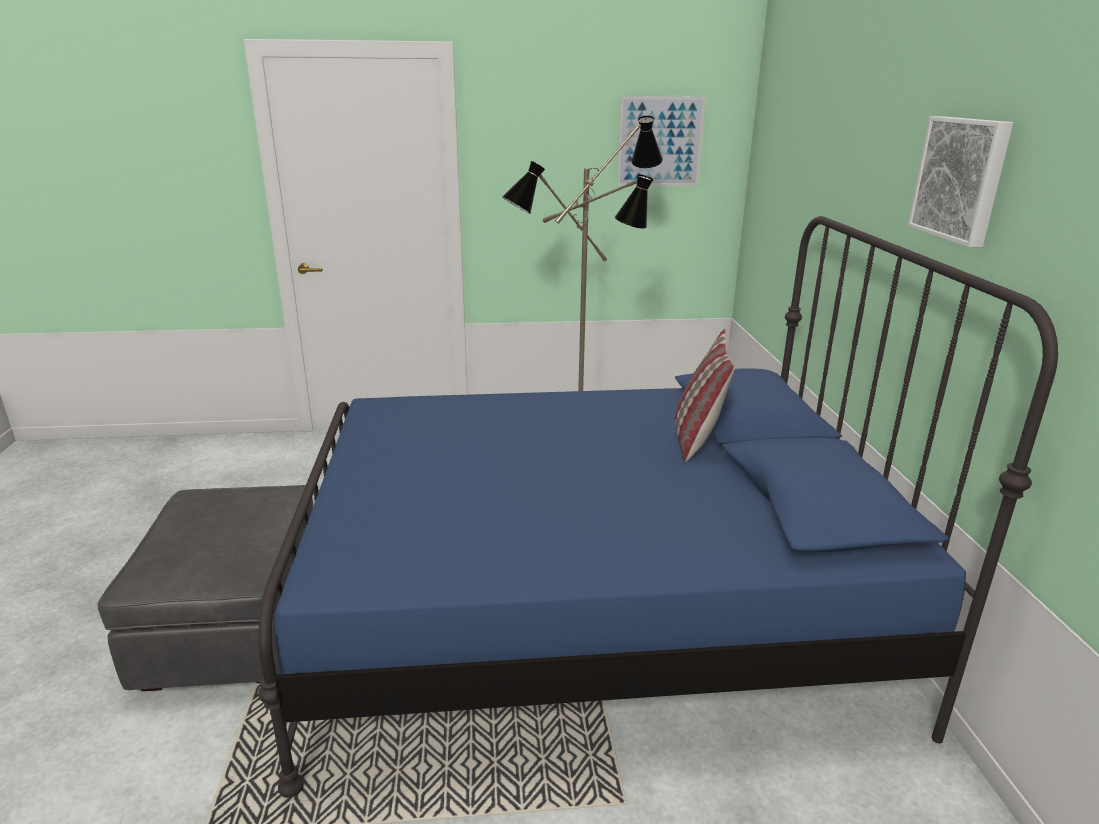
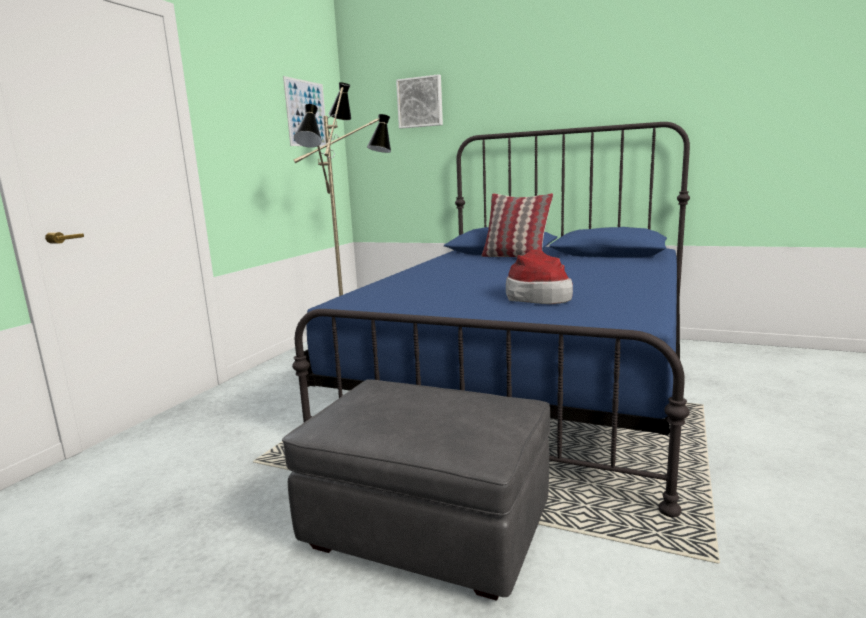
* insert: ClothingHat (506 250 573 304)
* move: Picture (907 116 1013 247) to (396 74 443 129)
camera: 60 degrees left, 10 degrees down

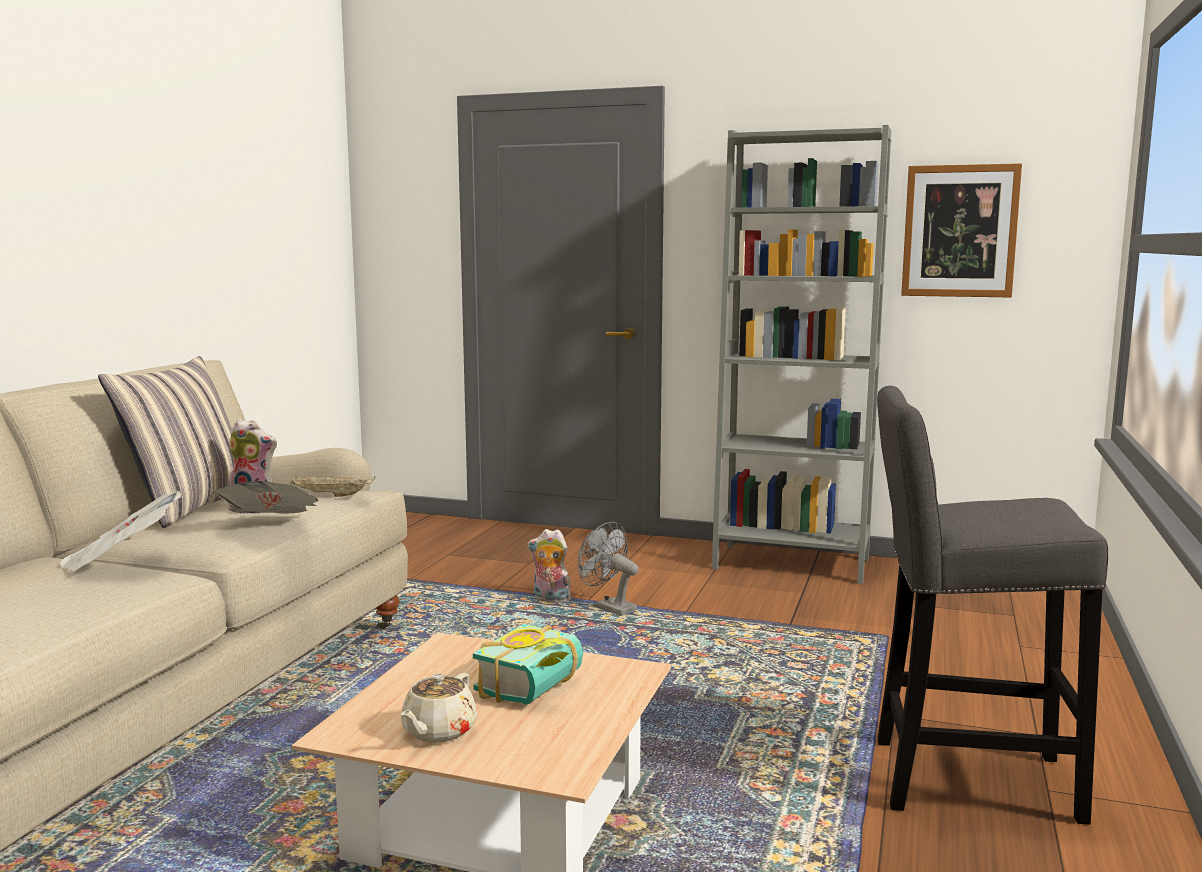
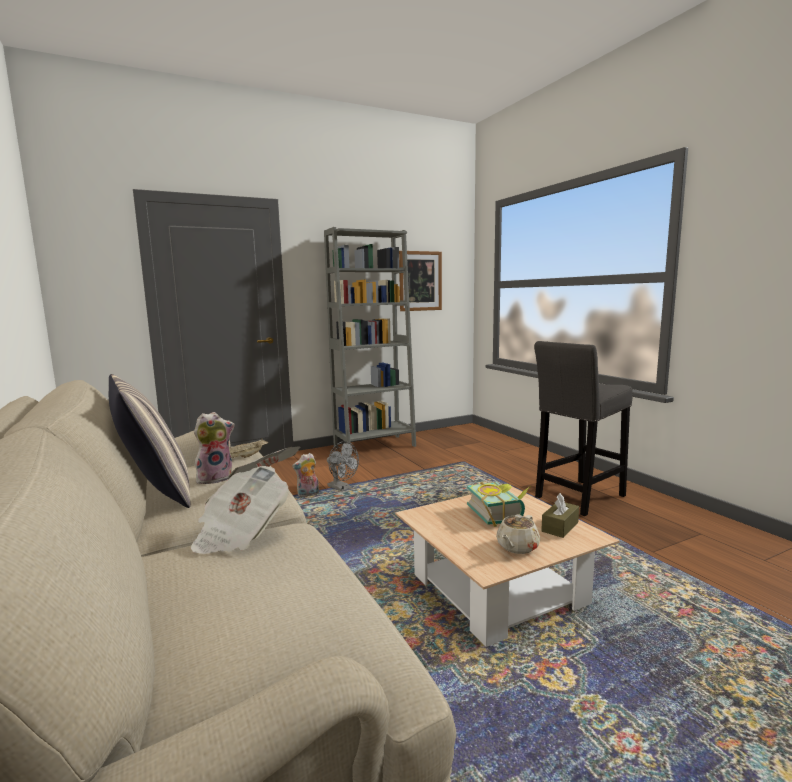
* insert: BrownTissueHolder (541 493 579 538)
* rotate: SandColouredTeaPot (401 673 477 743) = (496 515 540 554) 60 degrees clockwise
* rotate: GreyCoolingFan (578 522 639 616) = (327 441 359 492) 135 degrees counterclockwise
camera: 45 degrees left, 0 degrees up

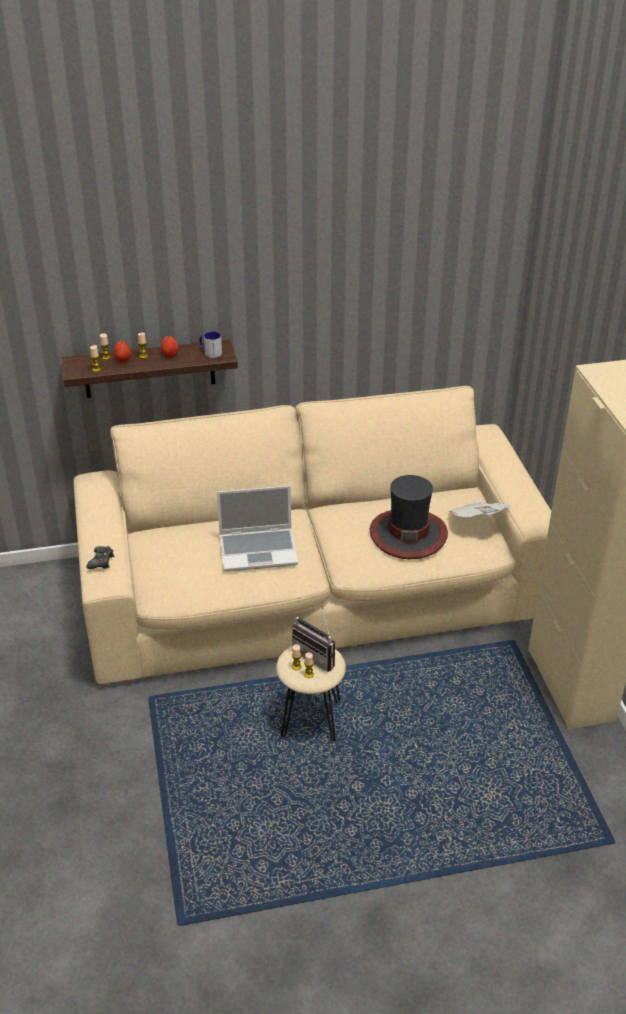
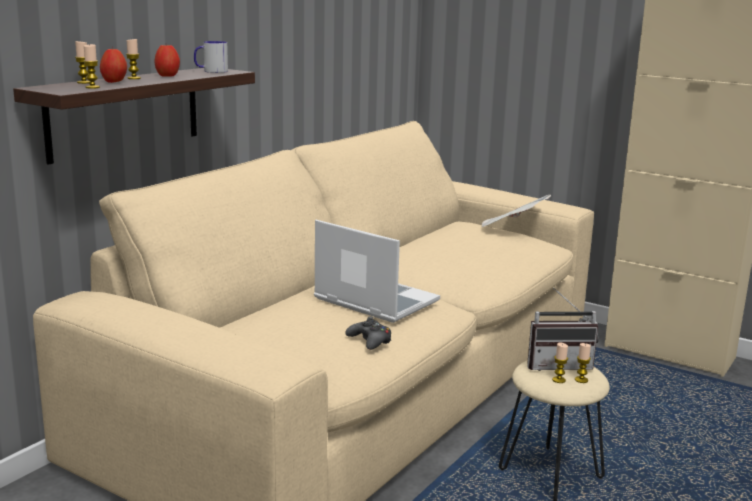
* delete: ClothingHat (369 475 448 559)
* move: BlackColouredGameController (86 546 115 569) to (345 317 391 350)
* rotate: PortableComputer (217 486 298 572) = (314 220 440 323) 90 degrees counterclockwise
camera: 45 degrees left, 20 degrees down

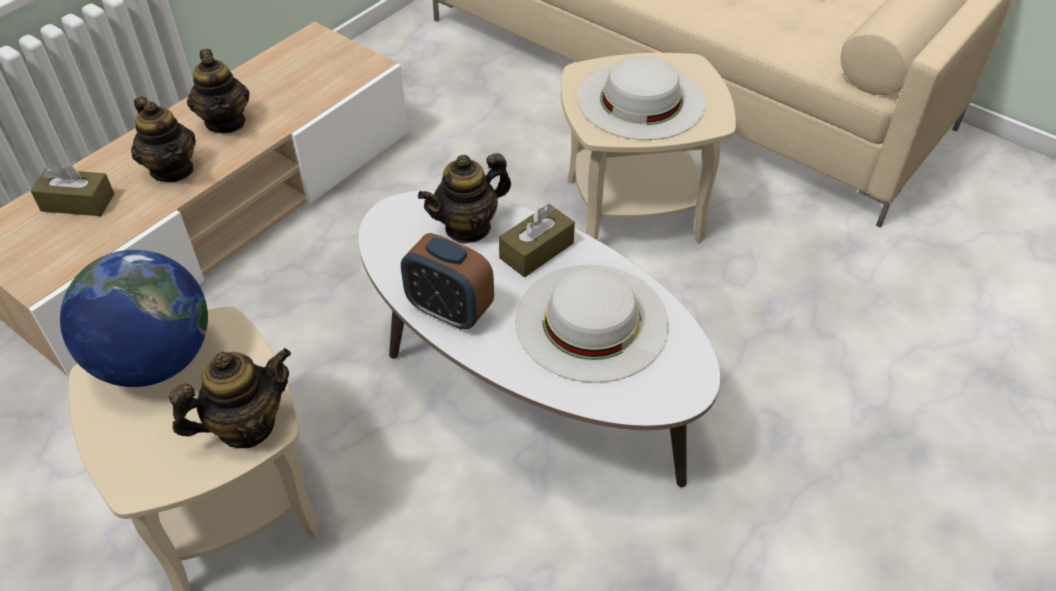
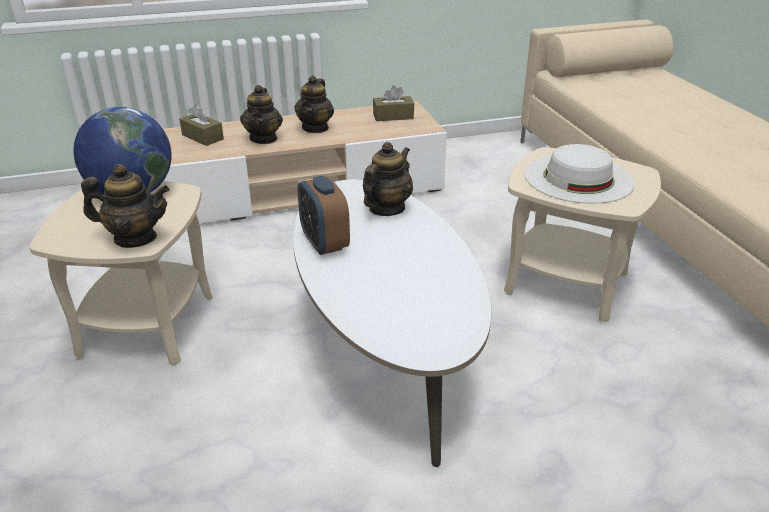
* delete: WhiteClothingHat (515 265 669 383)
* move: BrownTissueHolder (499 204 575 277) to (373 85 414 121)
* rotate: TeaPot (418 153 511 244) = (363 142 413 216) 120 degrees clockwise
camera: 35 degrees right, 15 degrees down

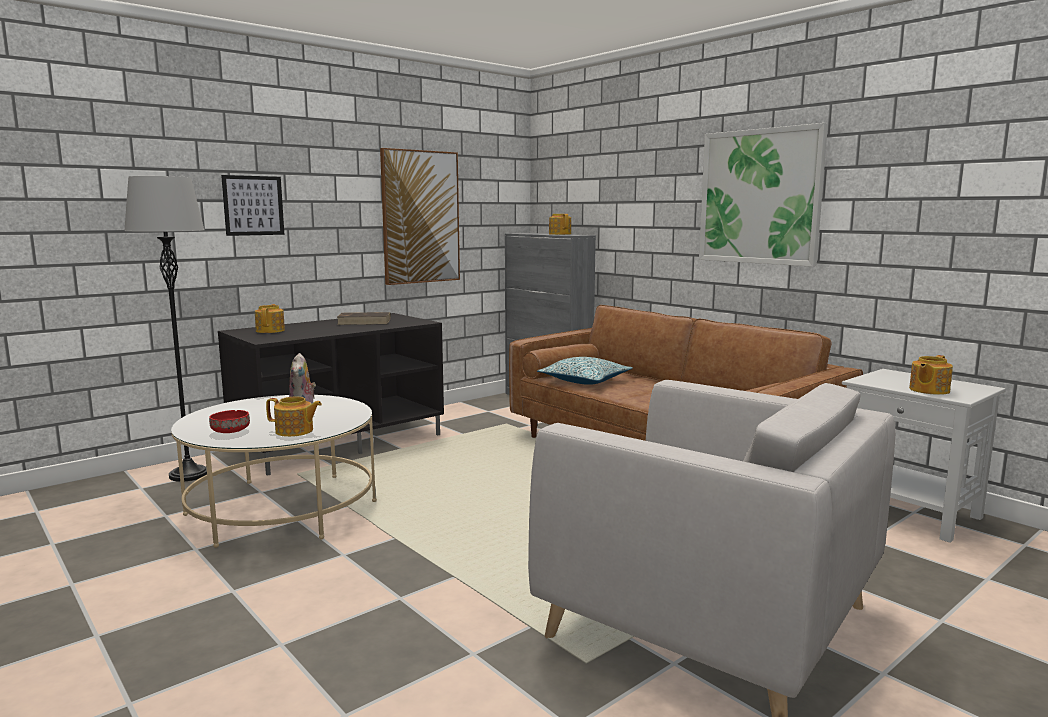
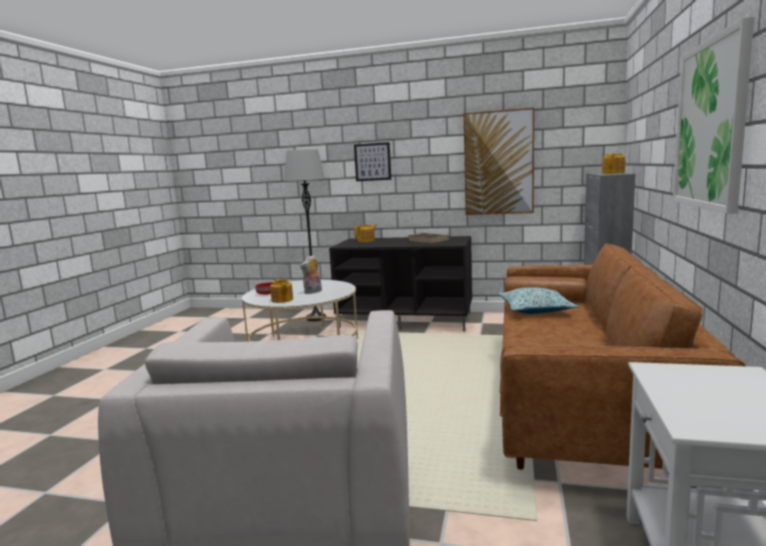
* delete: TeaPot (909 355 953 395)
camera: 55 degrees right, 0 degrees up

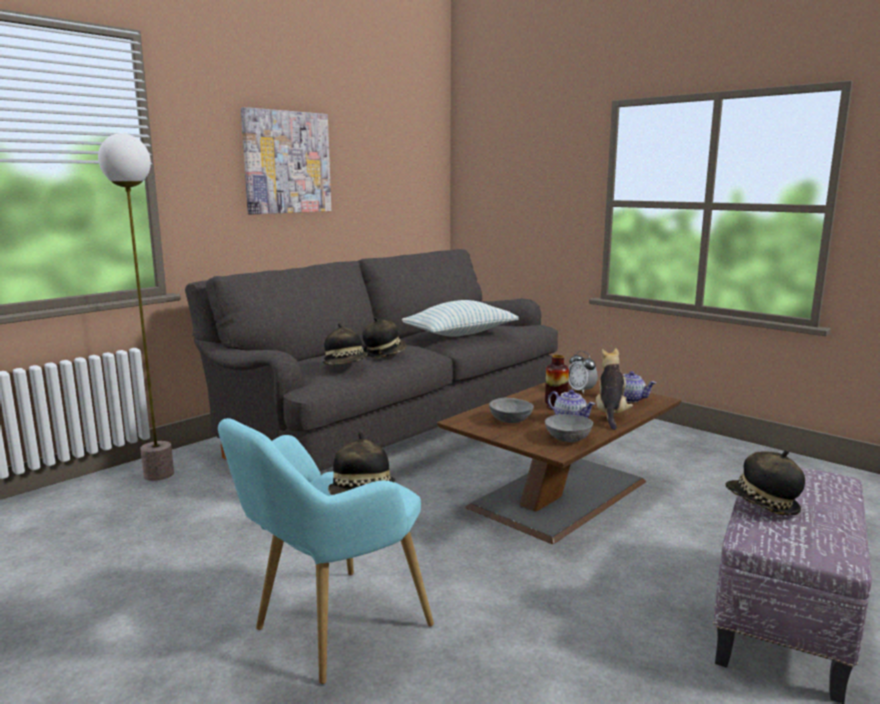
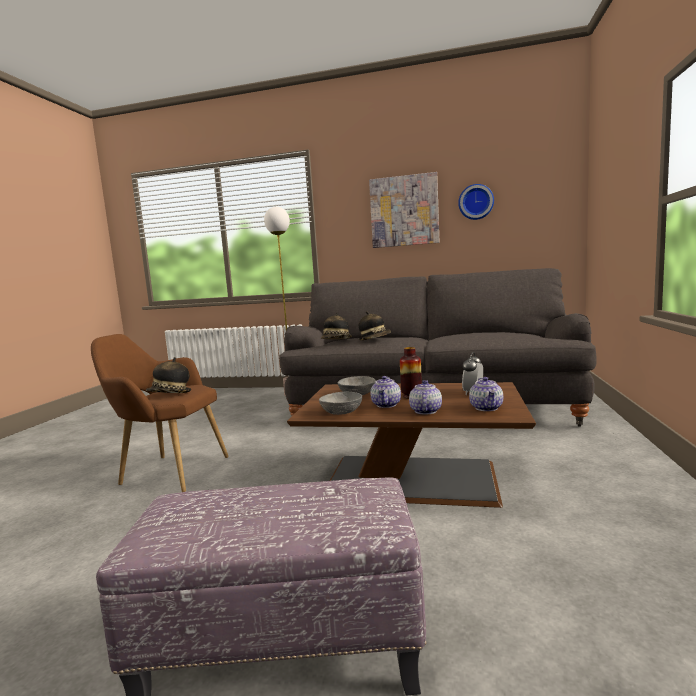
* delete: ThrowPillow (402 300 519 337)
* delete: ClothingHat (726 450 805 515)
* insert: HangingClock (458 184 494 220)
* replace: CuddlyToy (596 348 633 430) to TeaPot (409 380 442 415)
* recolor: BlueGreenEasyChair (218 418 434 684) to BrownEasyChair (91 334 229 492)
camera: 60 degrees right, 5 degrees down

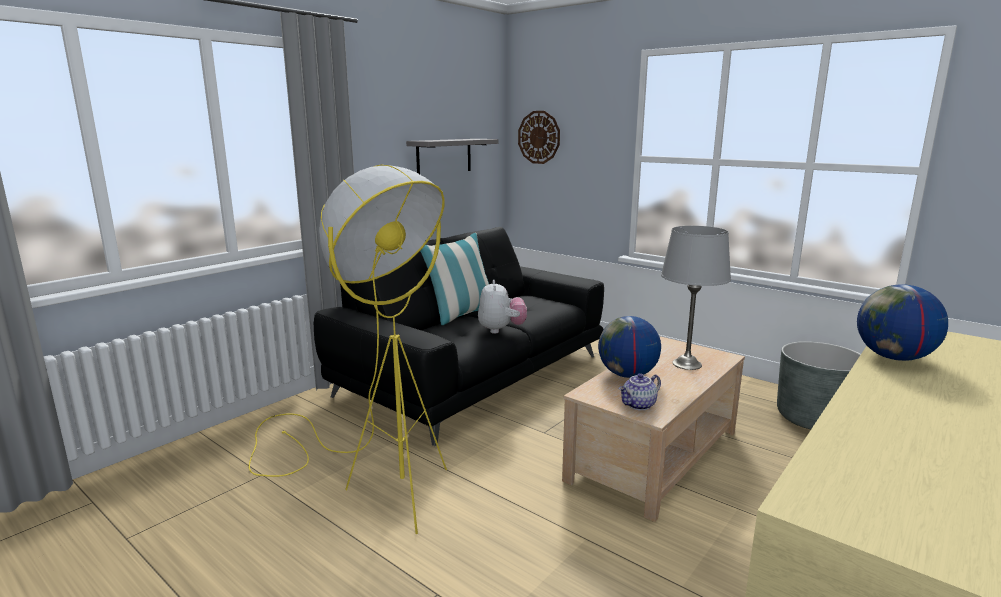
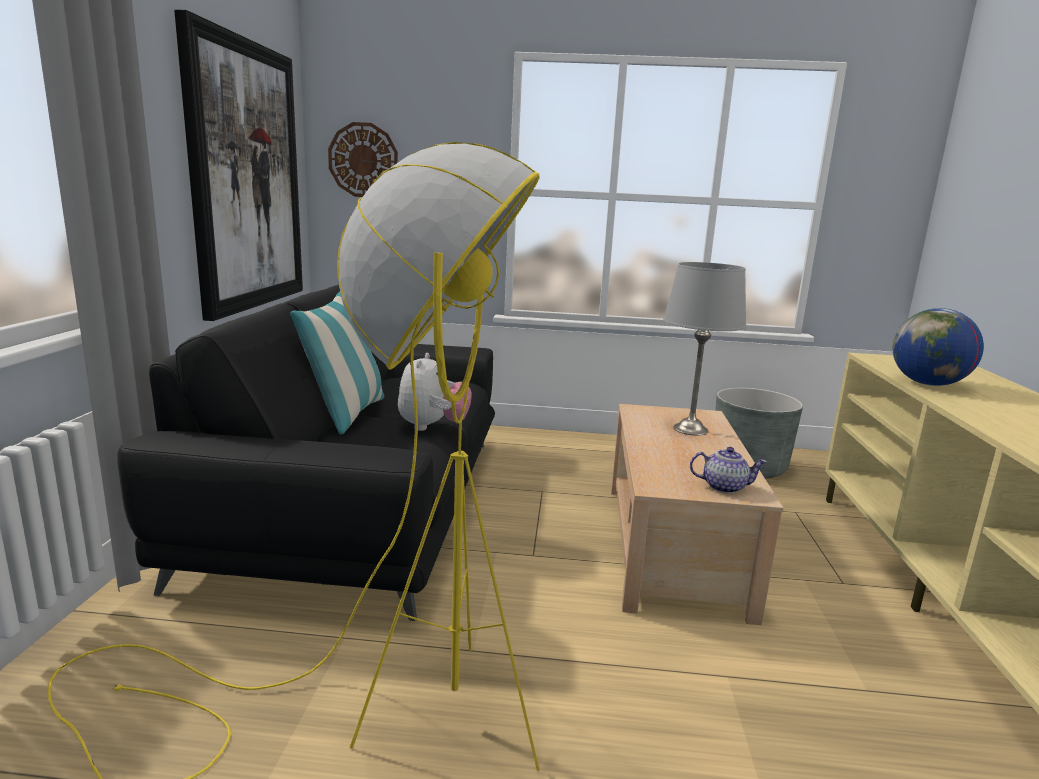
* delete: DeskGlobe (598 316 661 378)
* replace: GreyBracketShelf (406 139 498 174) to Picture (174 10 303 321)
* rotate: CuddlyToy (478 280 527 334) = (398 353 472 431) 45 degrees clockwise
* rotate: TeaPot (618 373 661 410) = (690 447 767 494) 105 degrees counterclockwise
camera: 35 degrees left, 0 degrees up

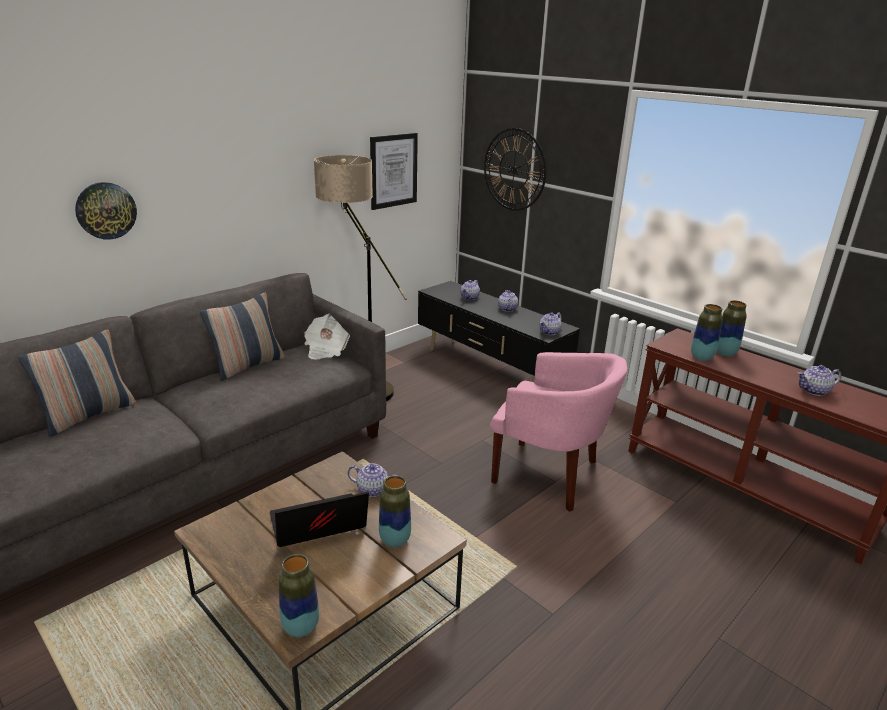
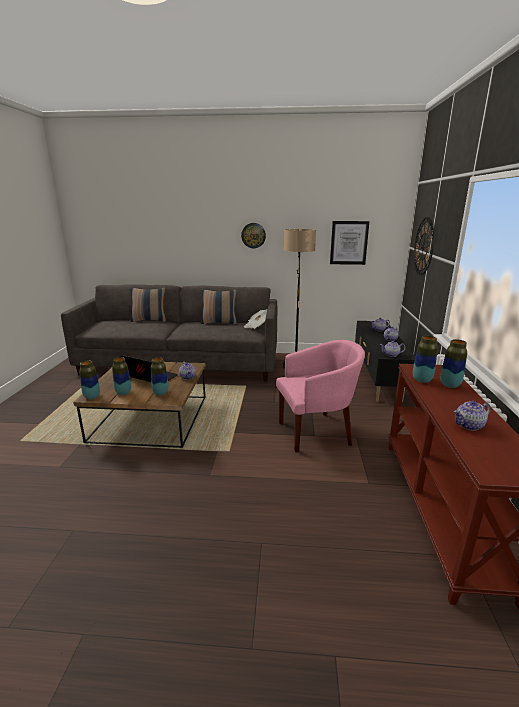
* insert: Vase (112 357 131 395)
* move: HangingClock (75 182 137 240) to (241 223 266 248)
* rotate: PinkishEasyChair (490 352 627 512) = (276 340 365 452) 90 degrees counterclockwise
* rotate: TeaPot (798 365 842 396) = (454 401 491 431) 60 degrees counterclockwise
camera: 50 degrees right, 5 degrees down

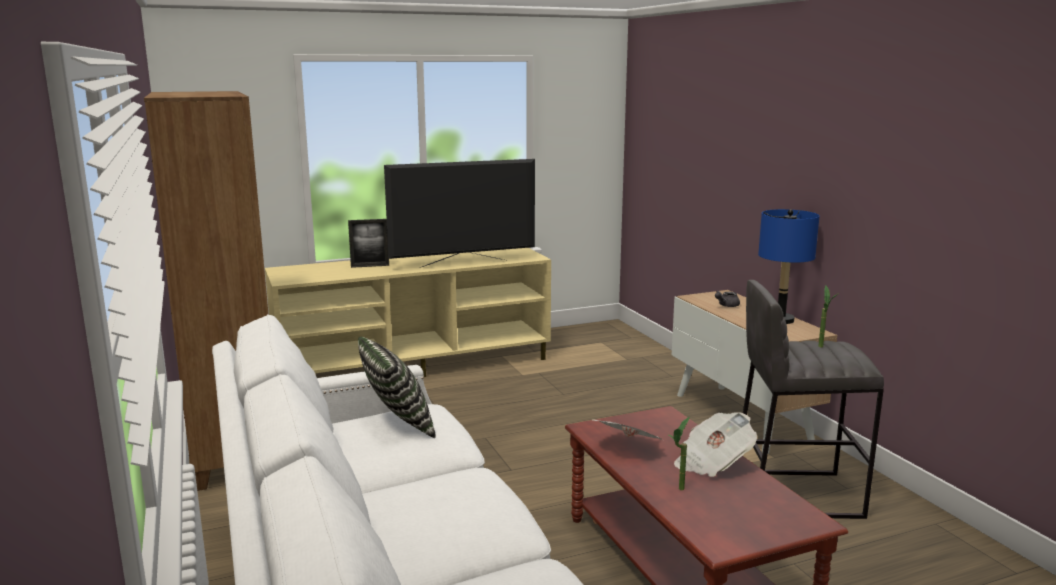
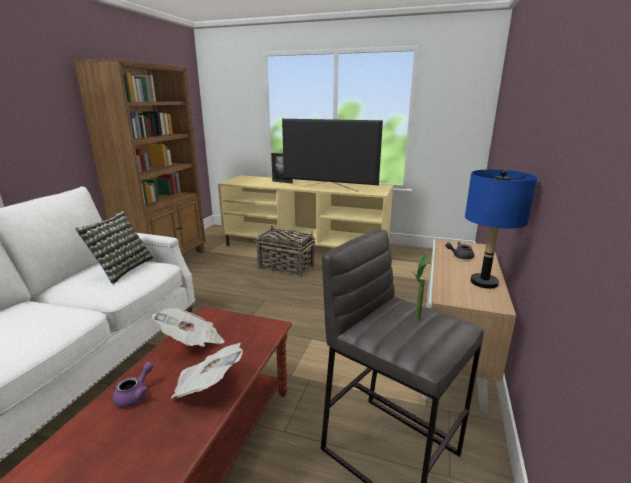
* insert: StorageBasket (255 226 315 277)
* replace: PlantInAPot (667 417 690 490) to PurplishTeaPot (113 362 154 408)
camera: 40 degrees right, 5 degrees up

